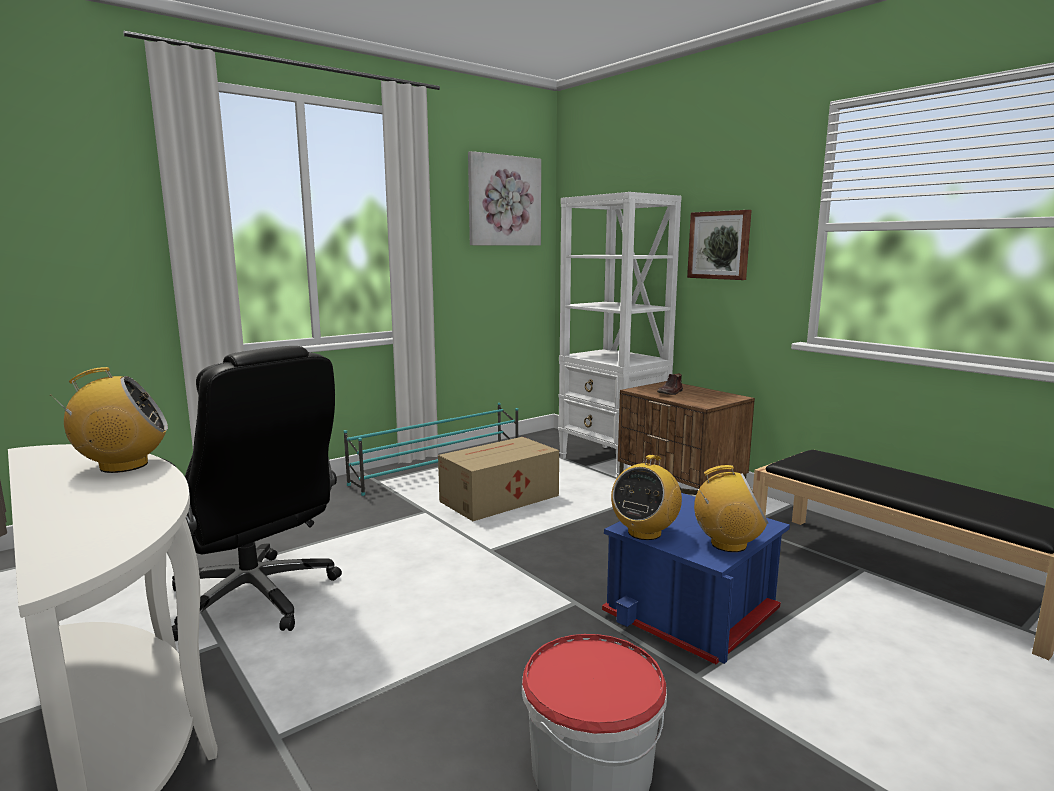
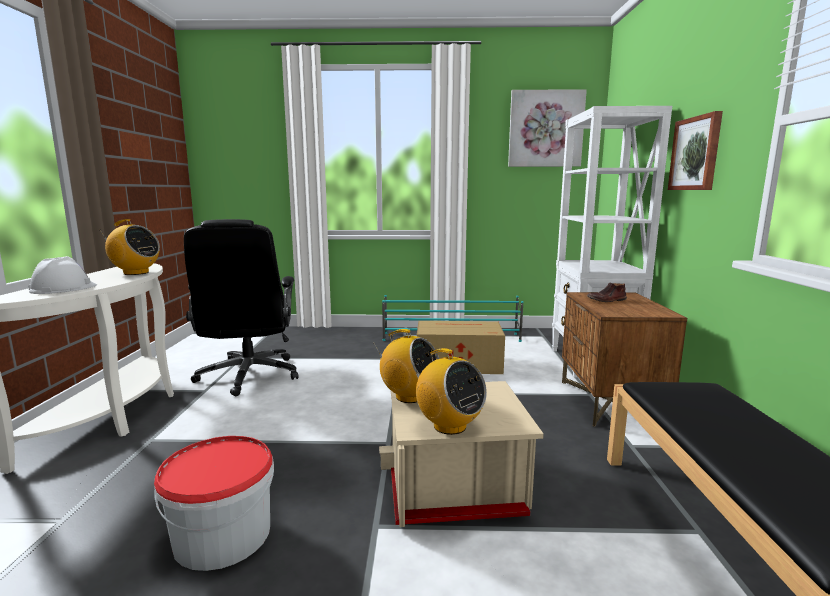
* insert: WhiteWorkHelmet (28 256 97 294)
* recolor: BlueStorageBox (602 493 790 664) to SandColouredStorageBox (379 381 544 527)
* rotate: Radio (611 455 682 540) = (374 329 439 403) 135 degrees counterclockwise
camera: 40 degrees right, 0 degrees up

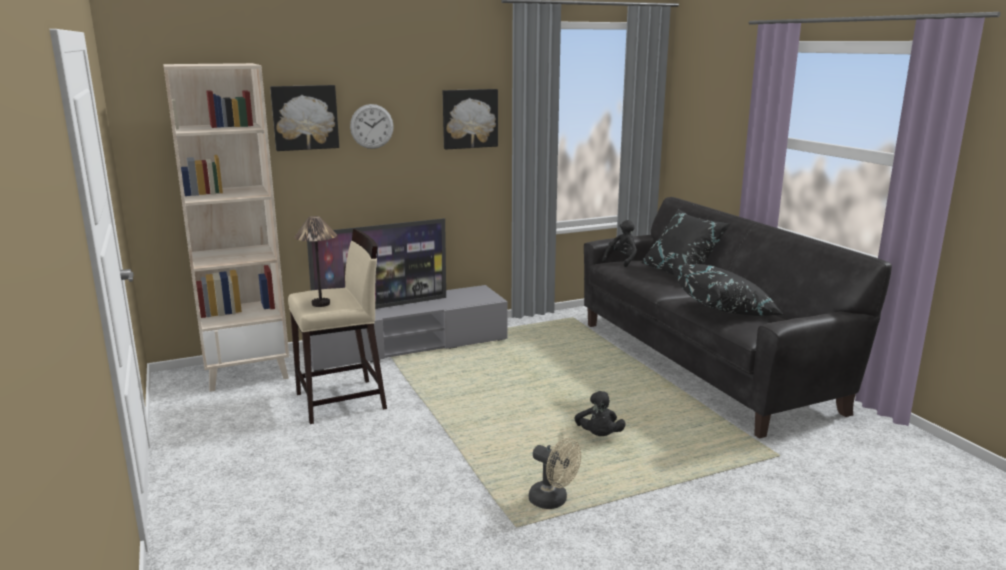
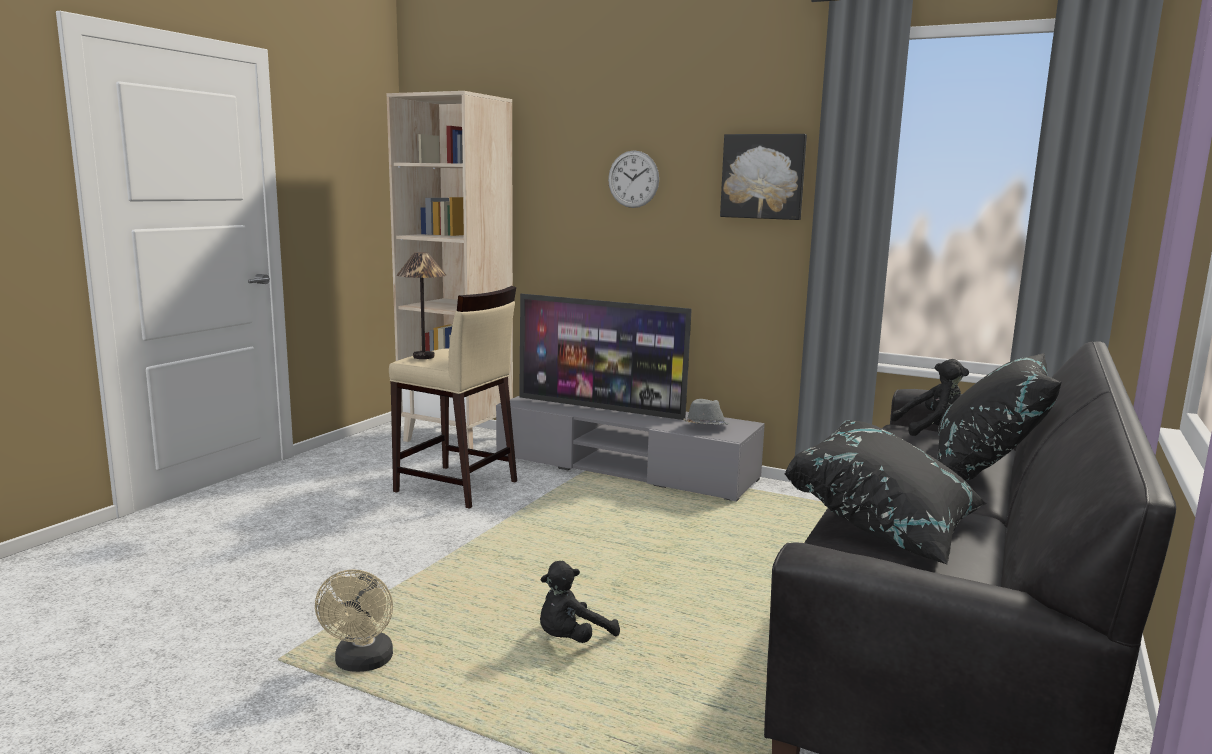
* delete: Picture (270 85 339 151)
* insert: GreyClothingHat (683 399 730 425)
camera: 50 degrees right, 5 degrees down

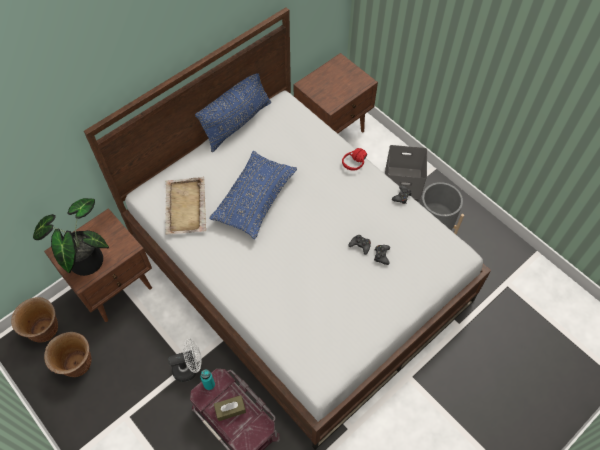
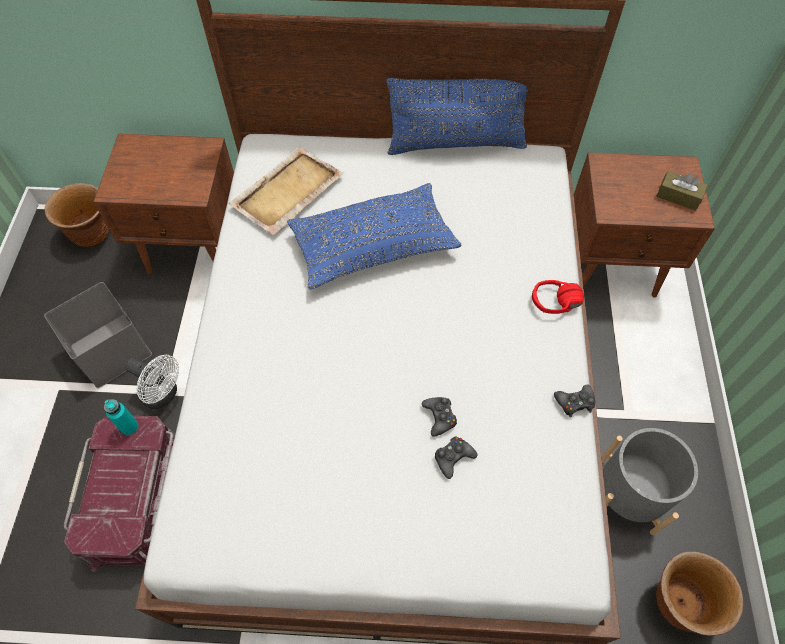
* delete: PlantInAPot (33 198 109 276)
* move: BrownPlantPot (44 332 92 377) to (656 551 744 636)
* move: BrownTissueHolder (214 395 246 421) to (656 171 708 211)
* move: GreyStorageBox (385 145 427 199) to (44 282 152 388)
camera: 45 degrees right, 0 degrees up

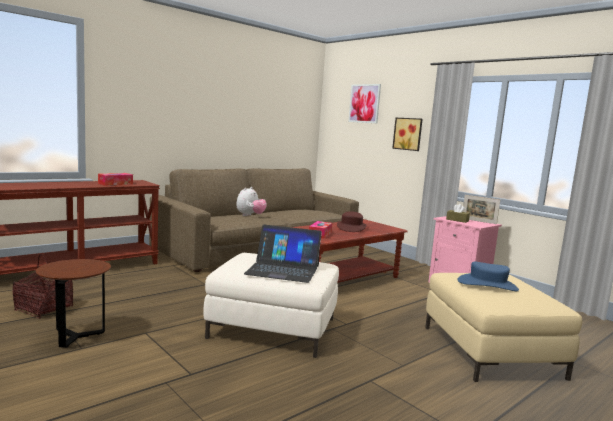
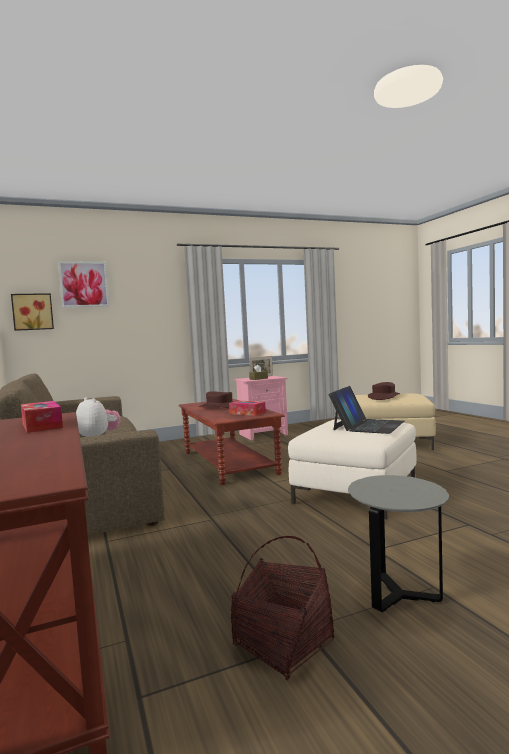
* move: Picture (392 118 423 151) to (11 293 54 331)
* recolor: BrownSideTable (36 259 111 348) to GreySideTable (348 475 449 612)
* recolor: BlueClothingHat (458 261 519 292) to BrownClothingHat (368 382 400 400)
camera: 70 degrees left, 5 degrees down

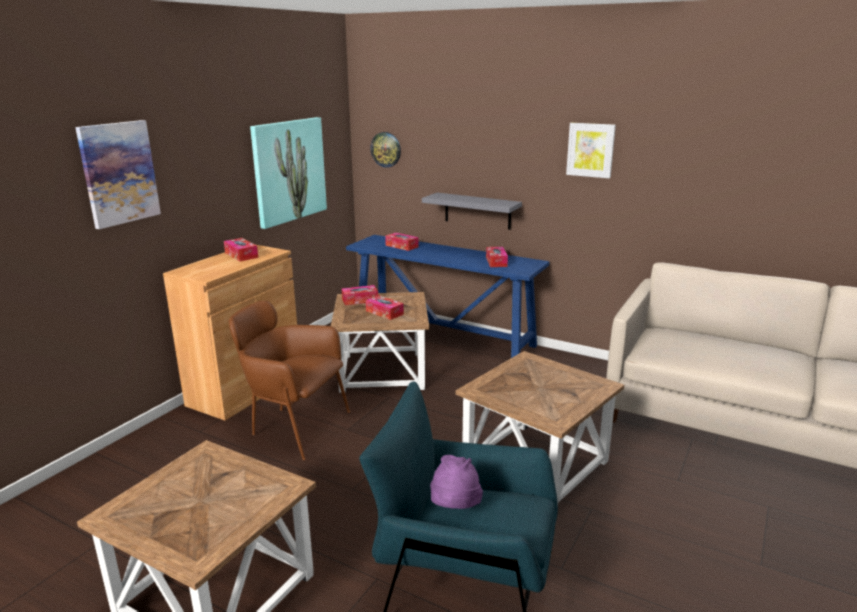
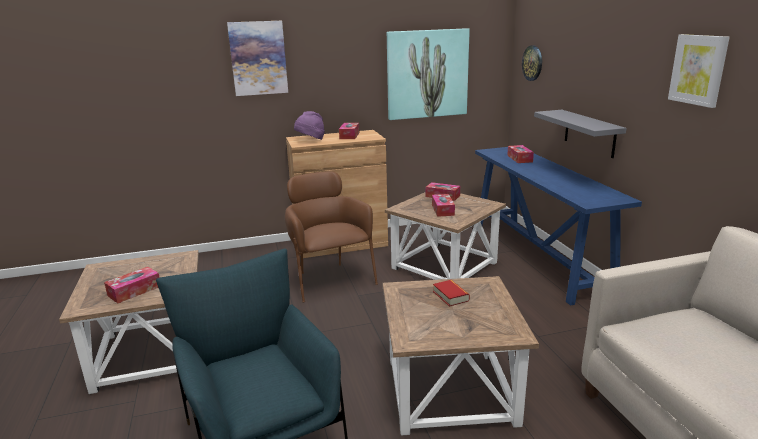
* insert: BoundBook (433 280 470 307)
* move: PurplishClothingHat (430 455 483 509) to (294 111 325 140)
* move: TissueHolder (486 247 508 267) to (104 267 160 304)
camera: 45 degrees right, 0 degrees up

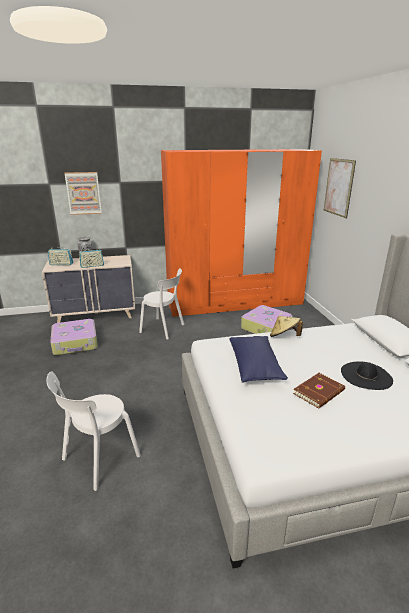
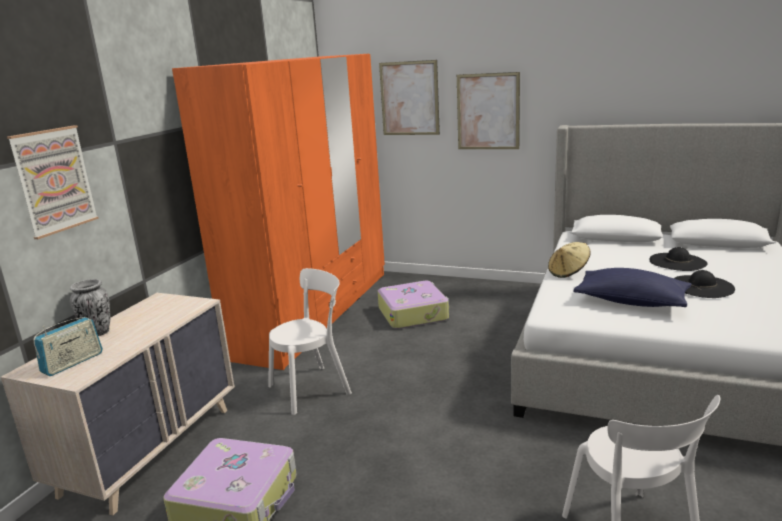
* delete: Radio (79 249 104 268)
* insert: Picture (457 72 520 149)
* replace: BrownBoundBook (293 373 345 409) to BlackColouredClothingHat (674 270 735 298)
camera: 55 degrees left, 5 degrees down

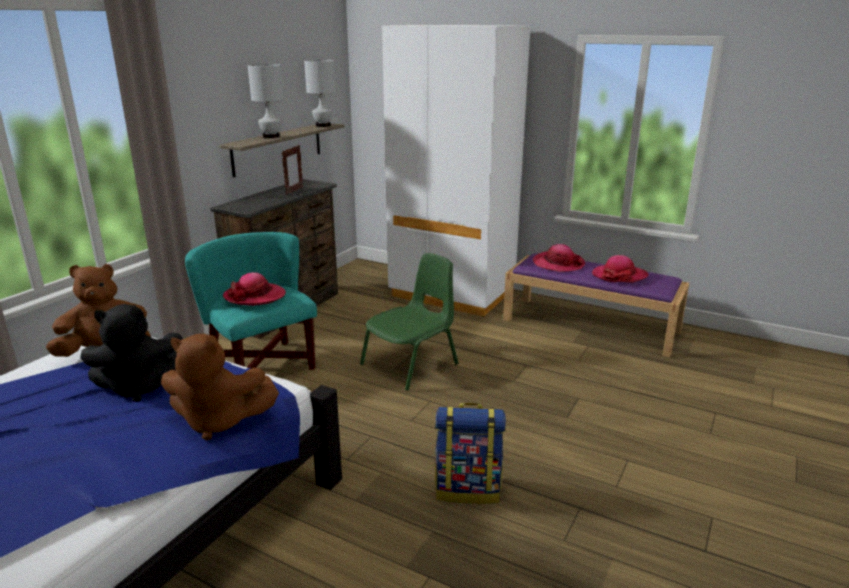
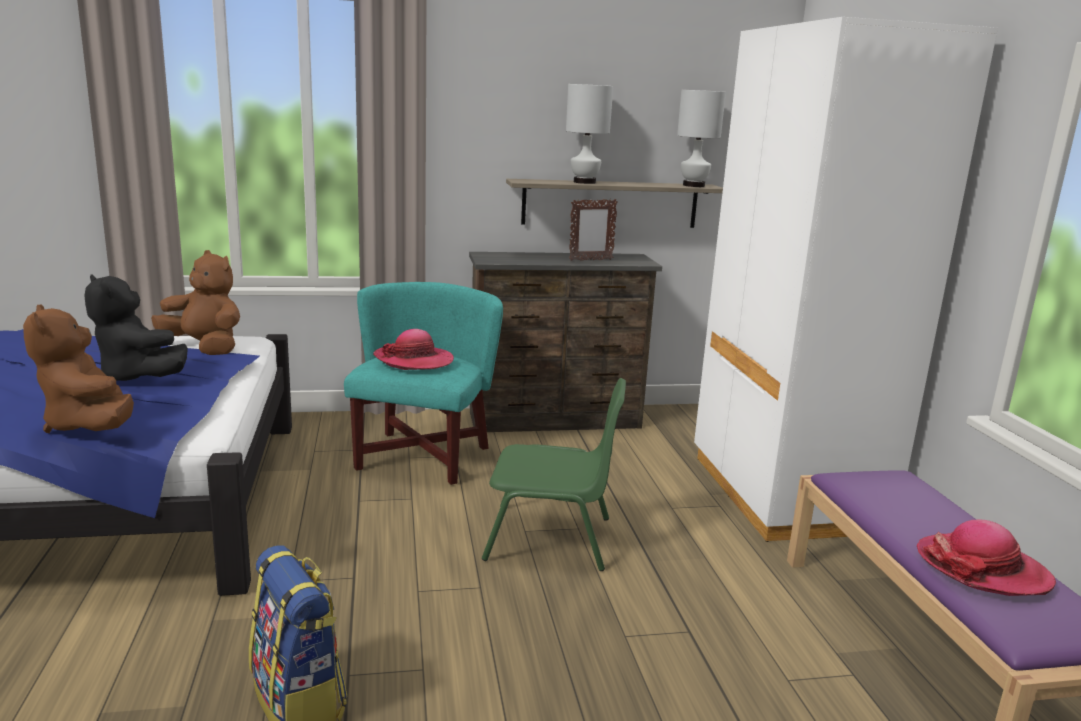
* delete: ClothingHat (533 244 585 272)
camera: 50 degrees right, 5 degrees down

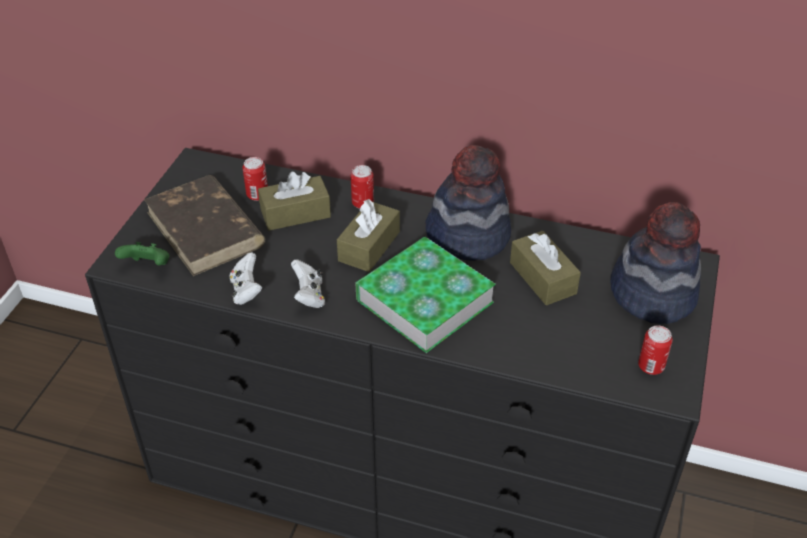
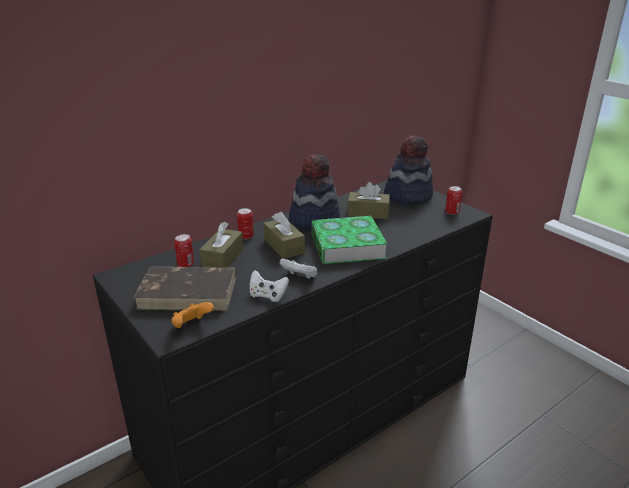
* recolor: GreenishGameController (115 242 169 265) to OrangeGameController (171 302 214 328)
camera: 55 degrees left, 15 degrees down

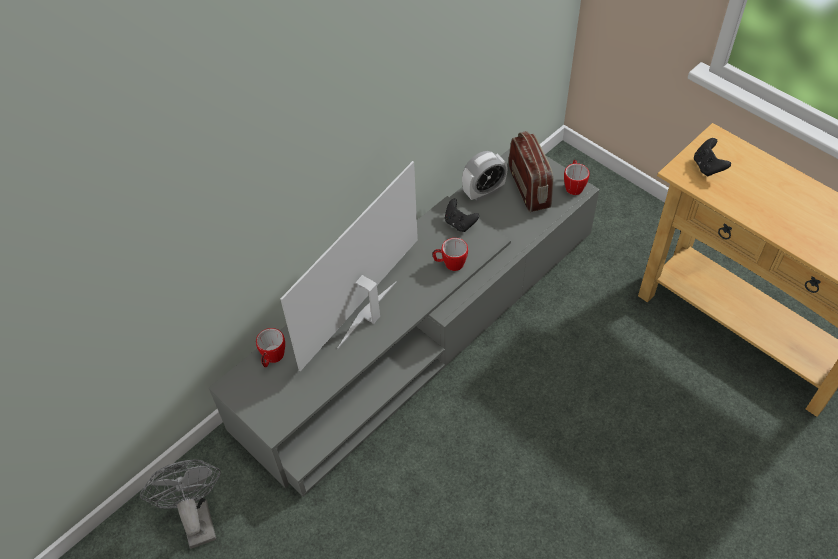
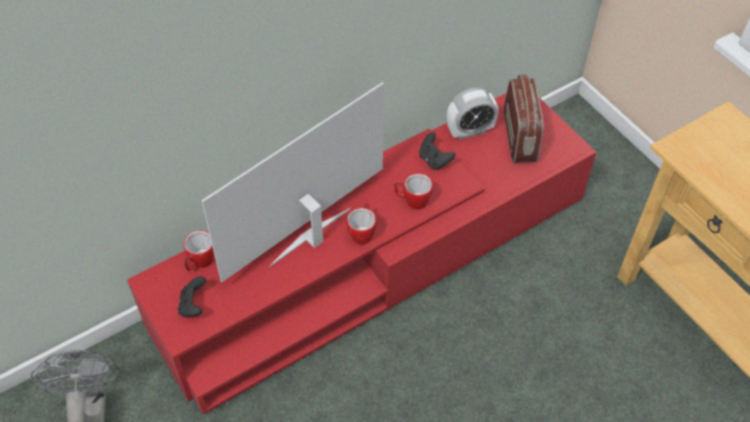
* move: TeaMug (564 160 589 195) to (346 203 377 245)
* move: BlackColouredGameController (694 138 731 177) to (178 276 206 317)
* recolor: GreyTvStand (209 149 599 497) to RedTvStand (127 93 597 415)
camera: 10 degrees right, 0 degrees up

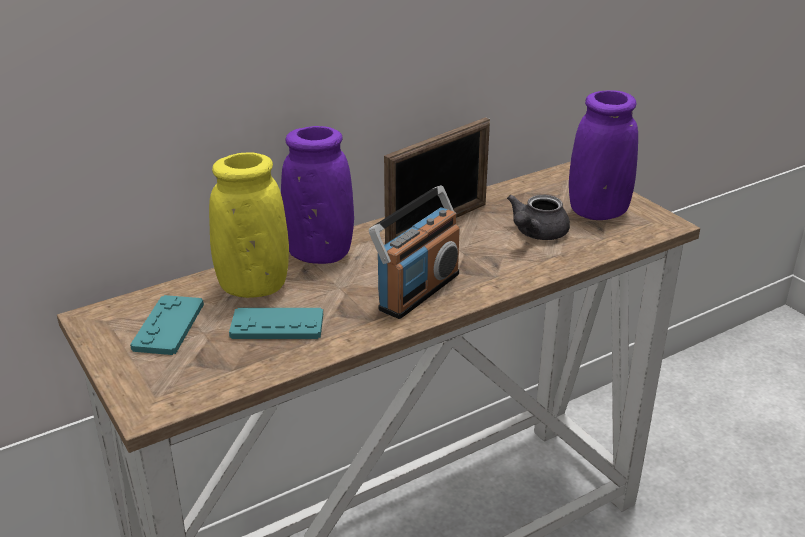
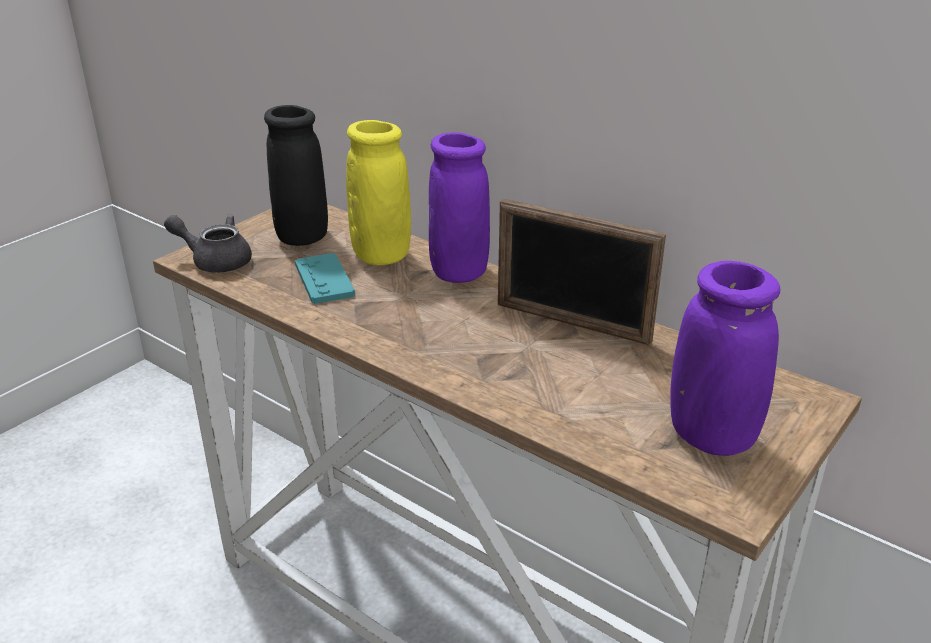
* delete: Radio (369 185 460 319)
* move: GreyTeaPot (507 195 570 240) to (164 215 252 273)
* replace: BlueGreenGameController (130 295 204 355) to BlackColouredVase (264 105 328 246)
camera: 70 degrees right, 0 degrees up

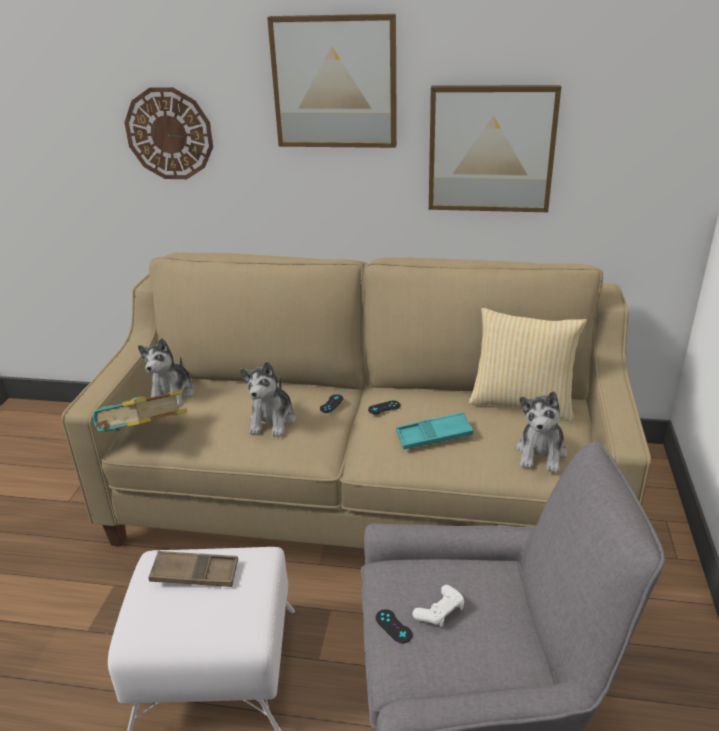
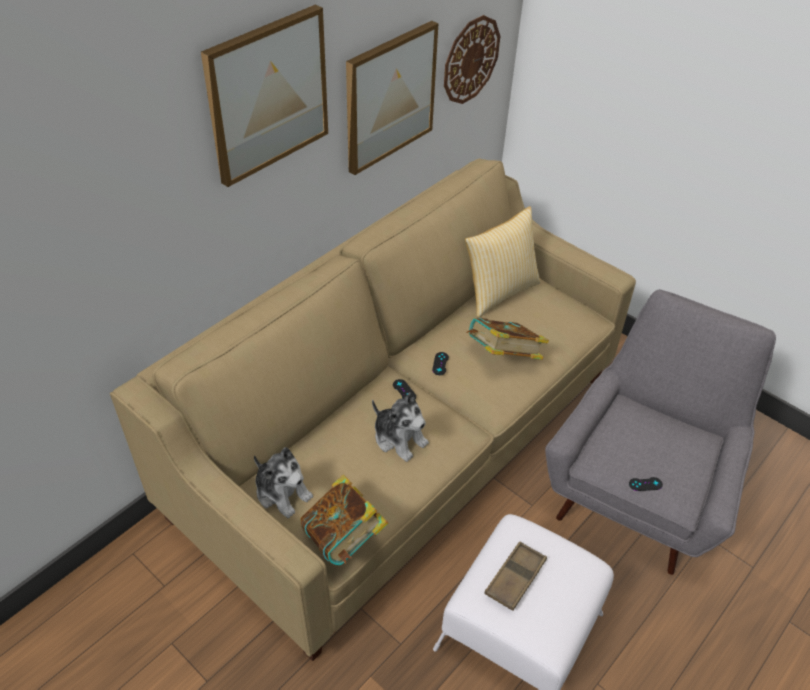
* delete: WhiteGameController (412 585 464 627)
* delete: CuddlyToy (516 391 567 473)
* move: HangingClock (124 87 213 179) to (444 15 500 104)
* replace: BlueGreenServingTray (396 412 473 449) to BoundBook (466 318 549 360)
camera: 60 degrees left, 15 degrees up

